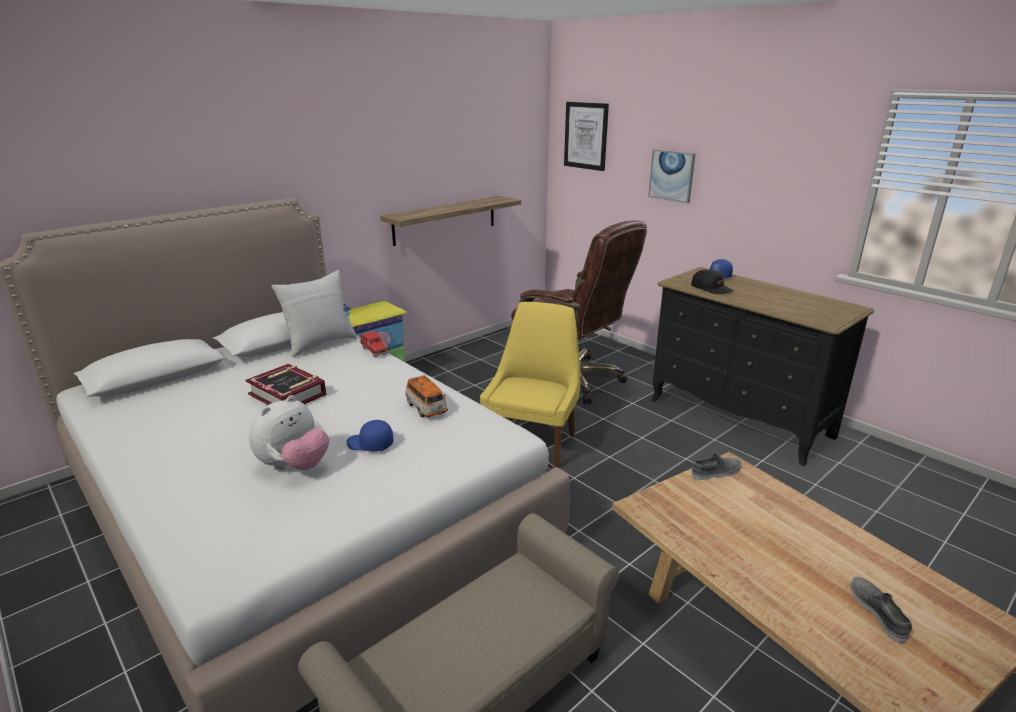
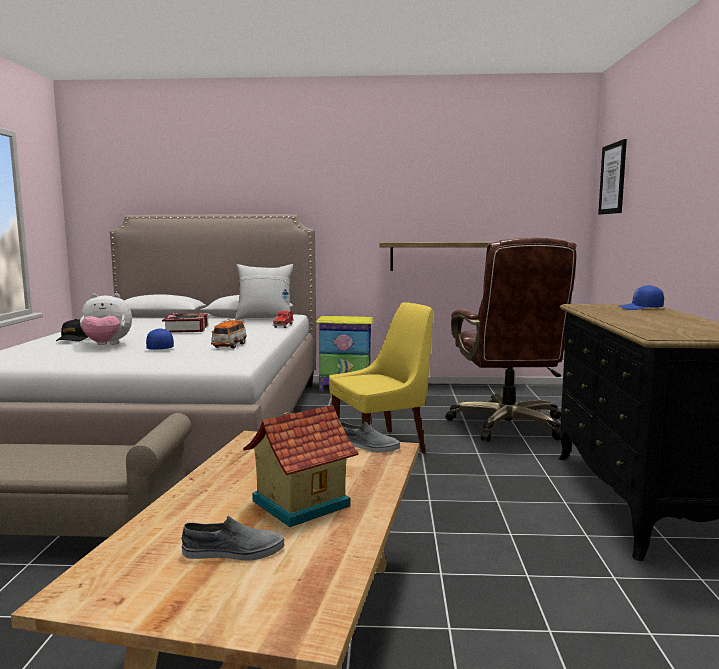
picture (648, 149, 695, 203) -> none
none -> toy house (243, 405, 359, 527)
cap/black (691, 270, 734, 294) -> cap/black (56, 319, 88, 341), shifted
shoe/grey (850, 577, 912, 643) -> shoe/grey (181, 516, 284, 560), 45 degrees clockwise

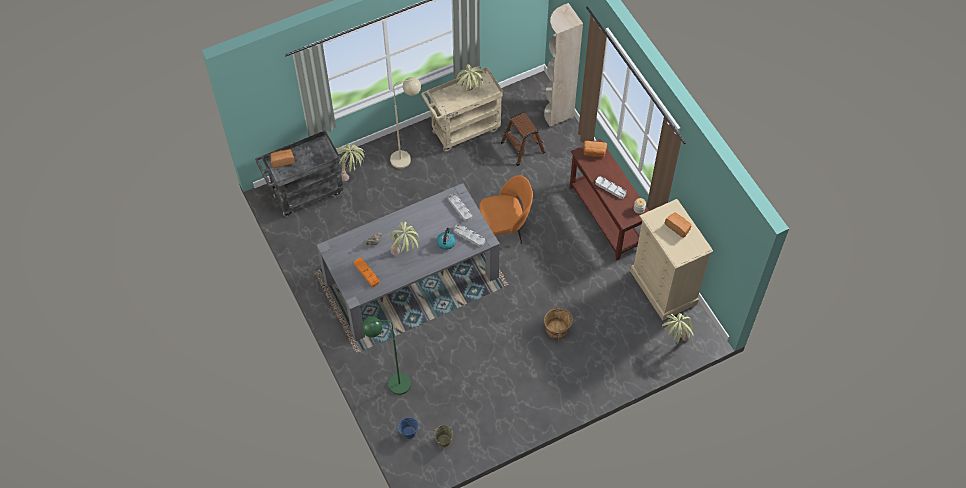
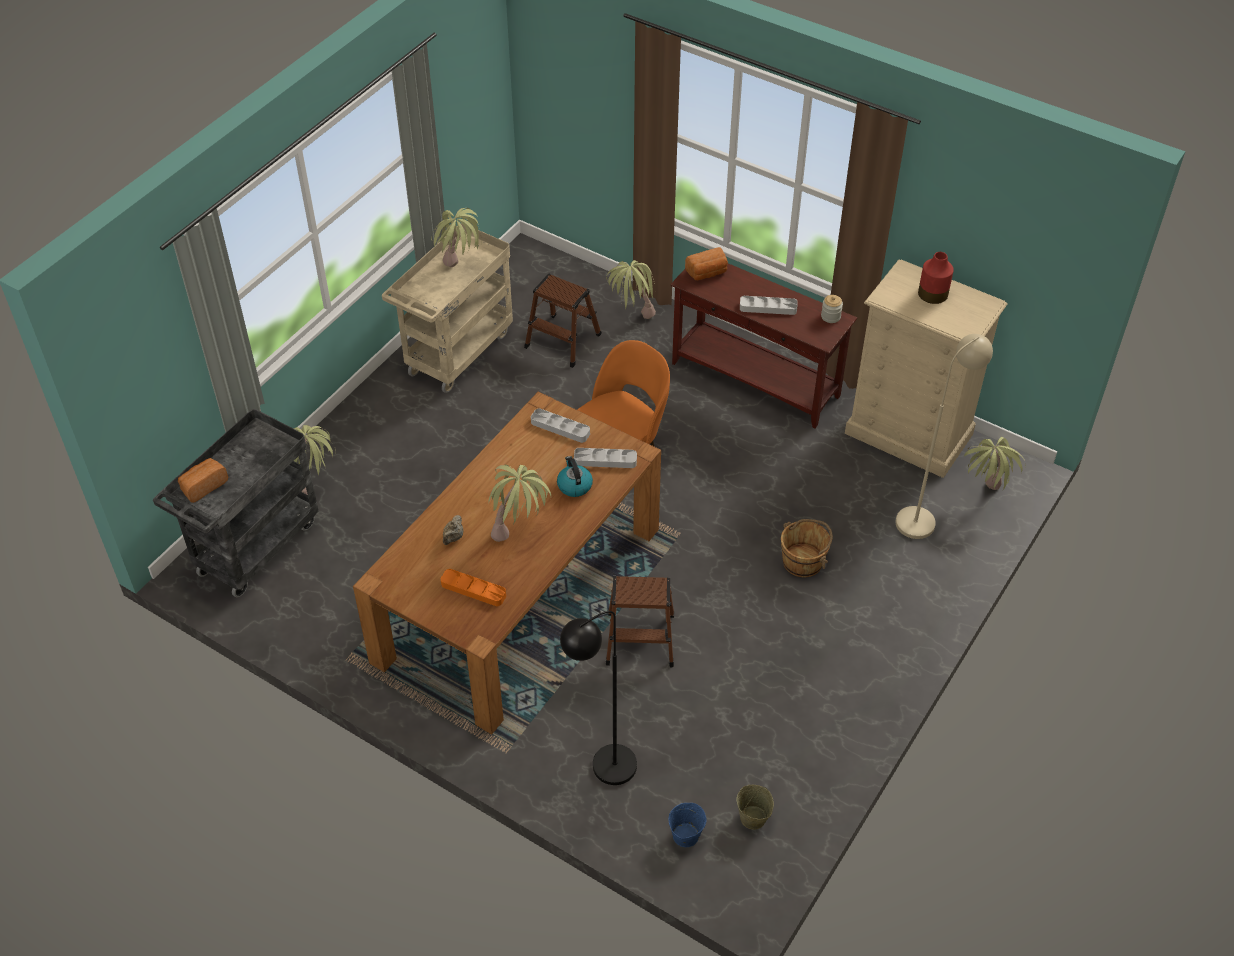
bookcase/beige (544, 3, 583, 127) -> none
none -> potted plant (606, 260, 656, 319)
none -> step ladder/brown (606, 576, 674, 667)
floor lamp/beige (390, 77, 421, 169) -> floor lamp/beige (895, 334, 993, 539), shifted
bread (665, 213, 691, 238) -> vase/red (918, 252, 954, 304)
dining table/grey (317, 183, 500, 341) -> dining table/brown (353, 391, 661, 734)
floor lamp/green (362, 317, 411, 395) -> floor lamp/black (560, 611, 637, 785)

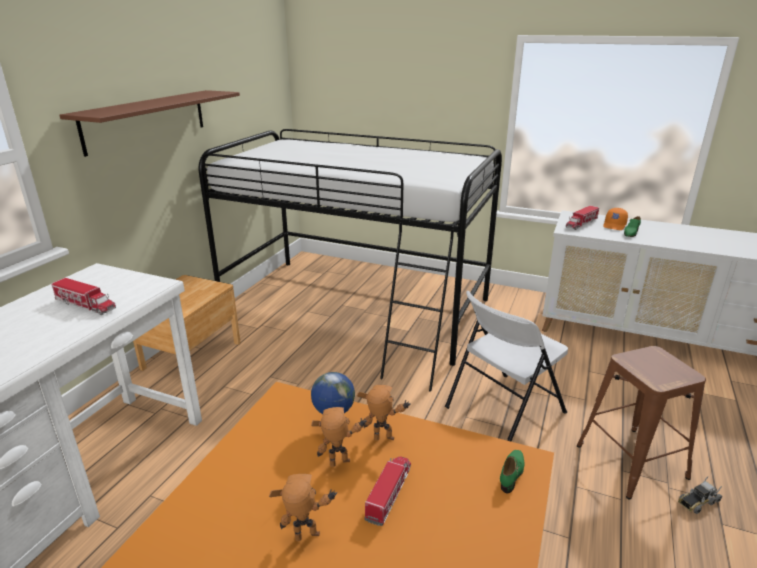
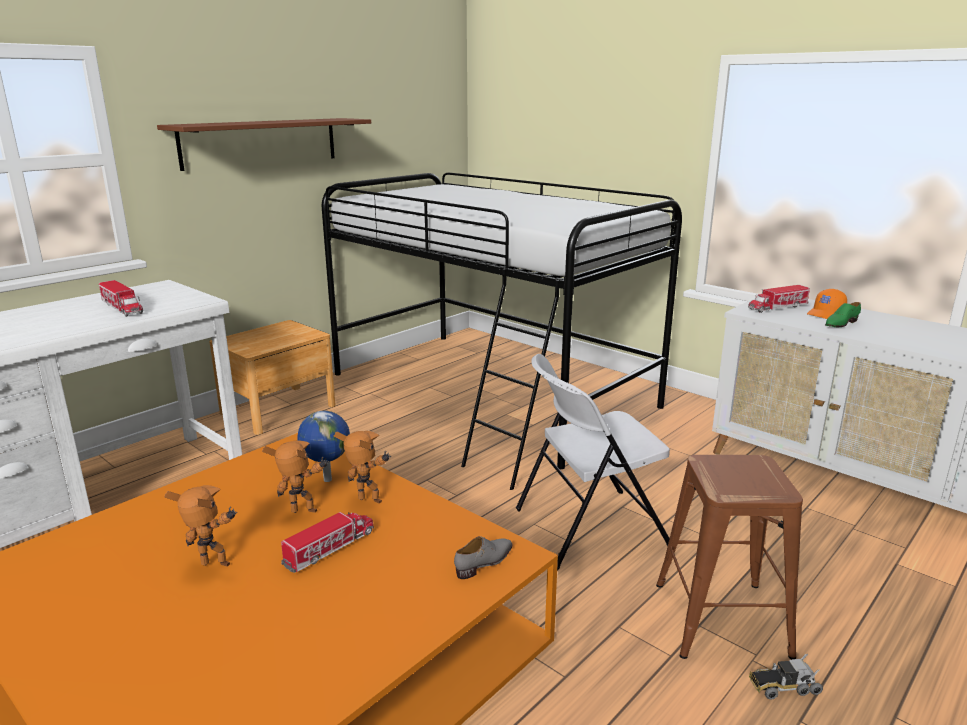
shoe/green (500, 450, 525, 494) -> shoe/grey (454, 536, 512, 579)

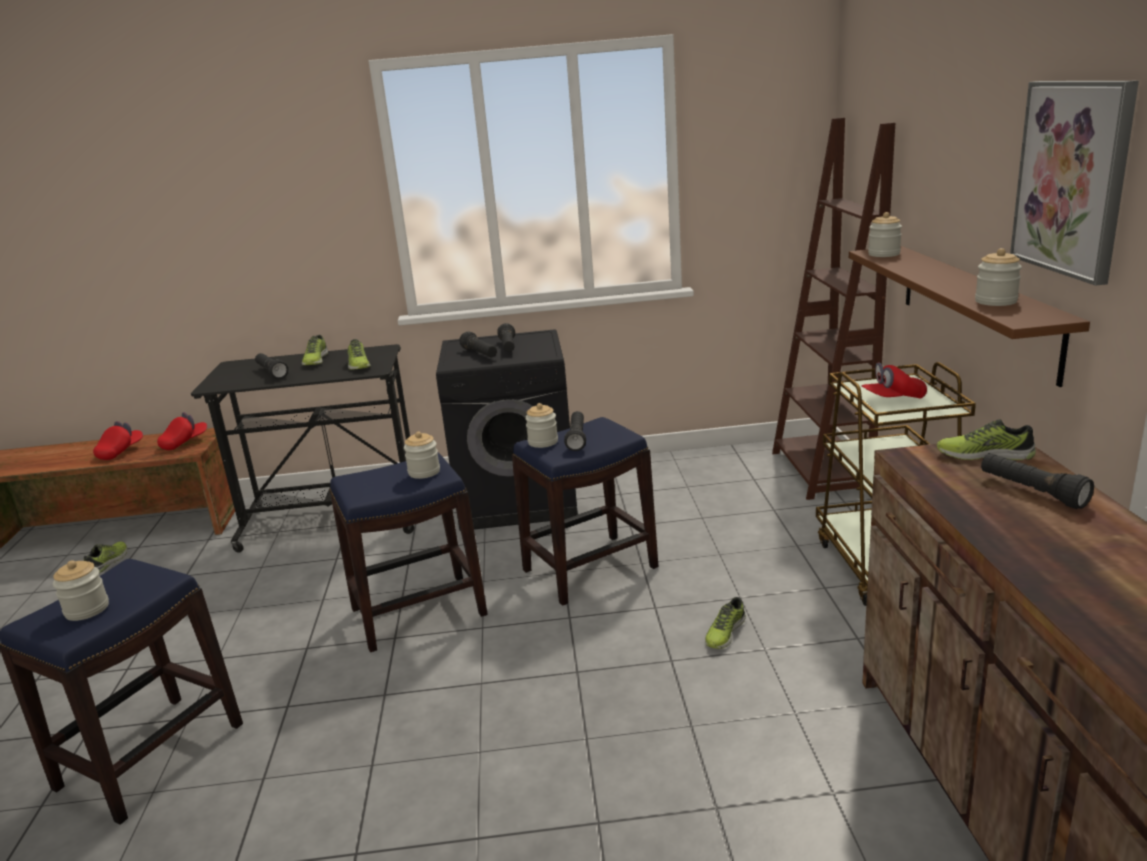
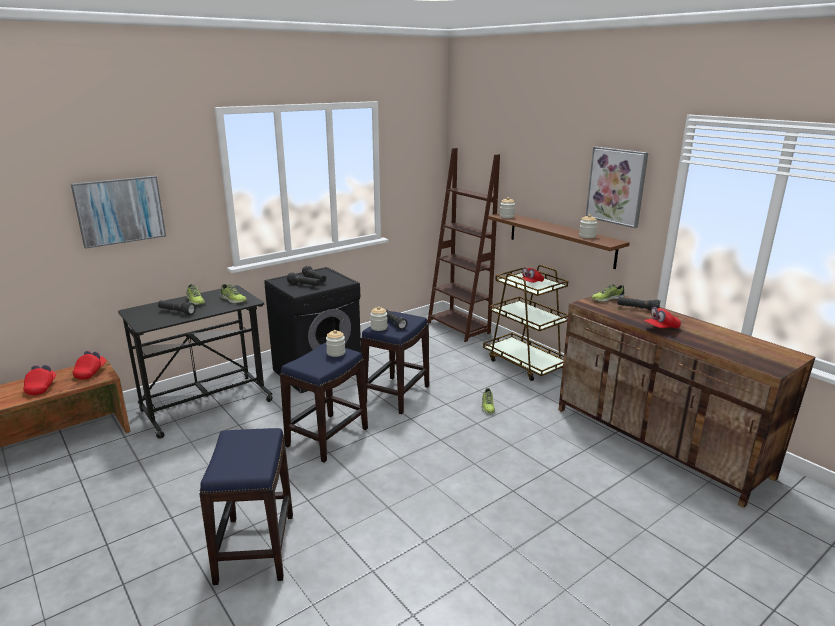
jar (53, 560, 109, 621) -> none
shoe (84, 542, 127, 573) -> none
none -> picture (71, 176, 166, 249)
none -> cap/red (644, 307, 681, 329)

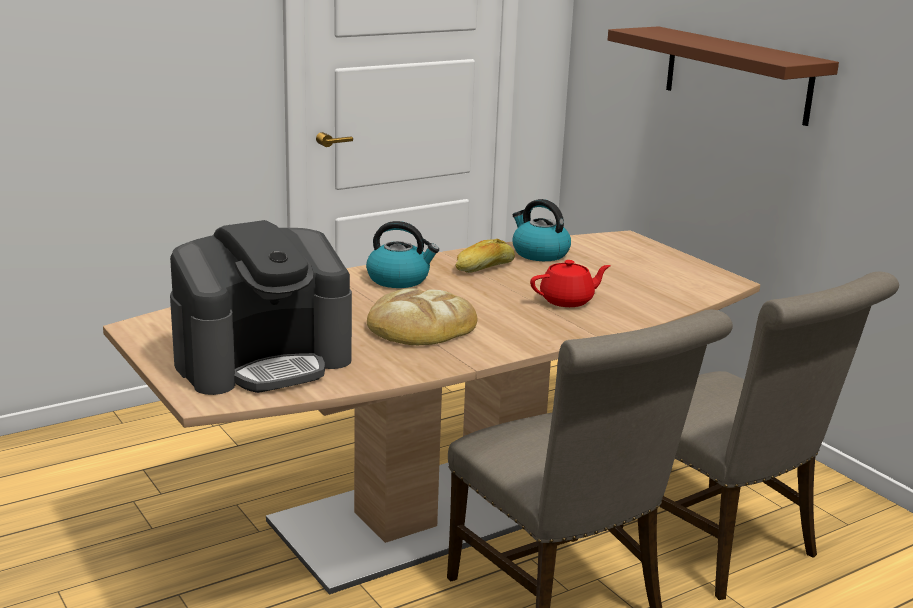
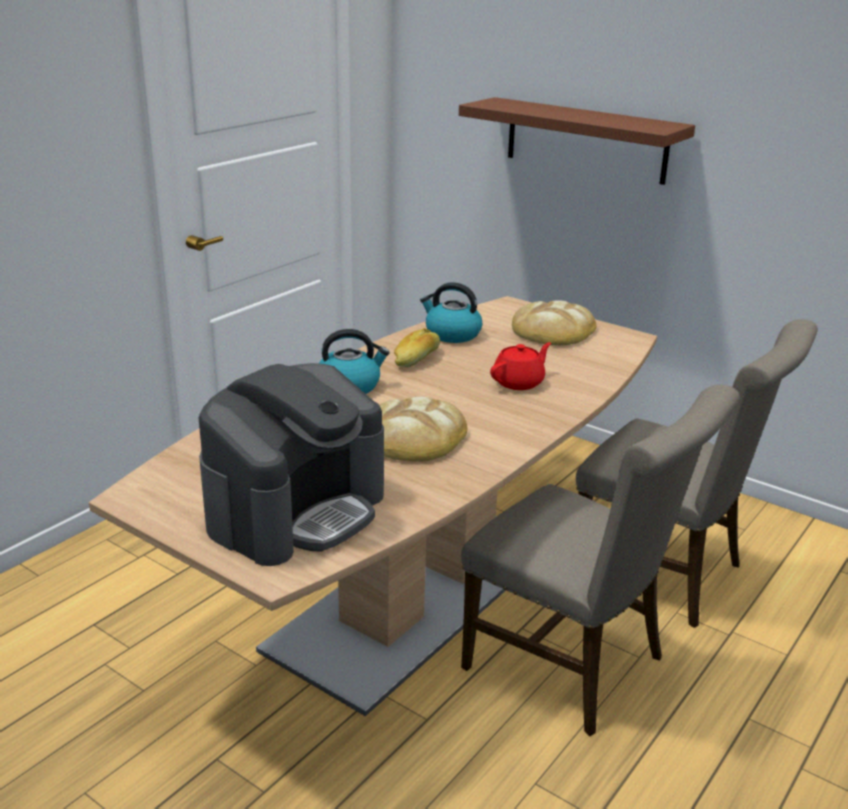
none -> bread (512, 300, 596, 345)

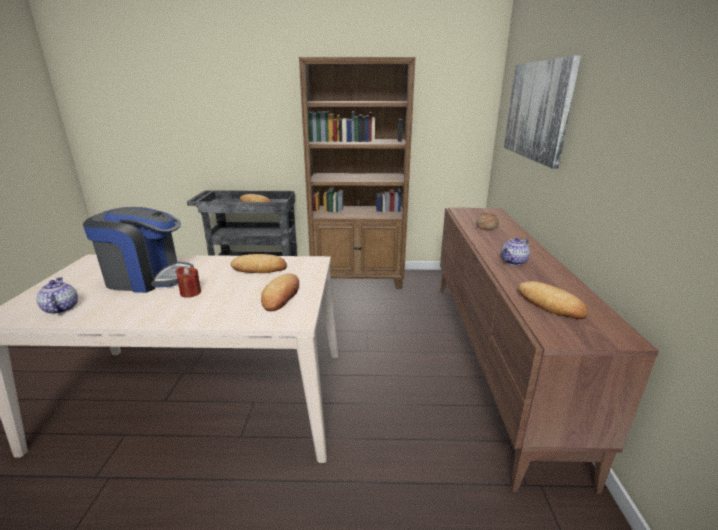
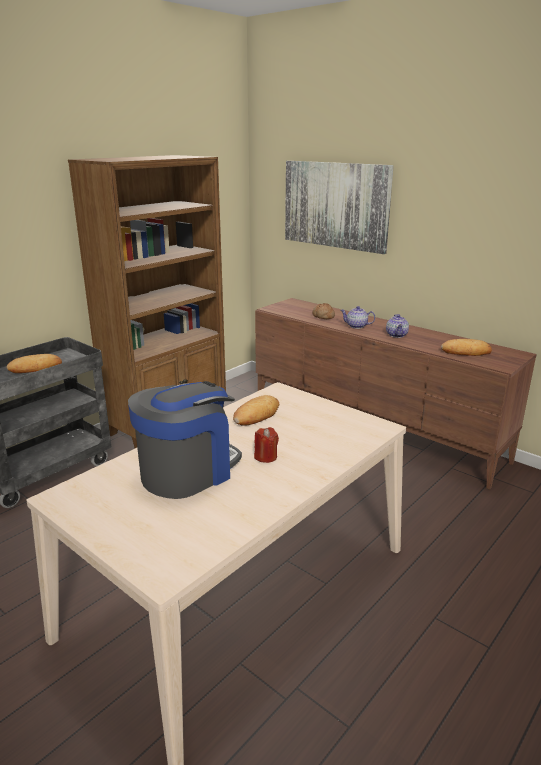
bread (261, 273, 299, 311) -> none
teapot (36, 277, 78, 314) -> teapot (340, 306, 375, 329), shifted

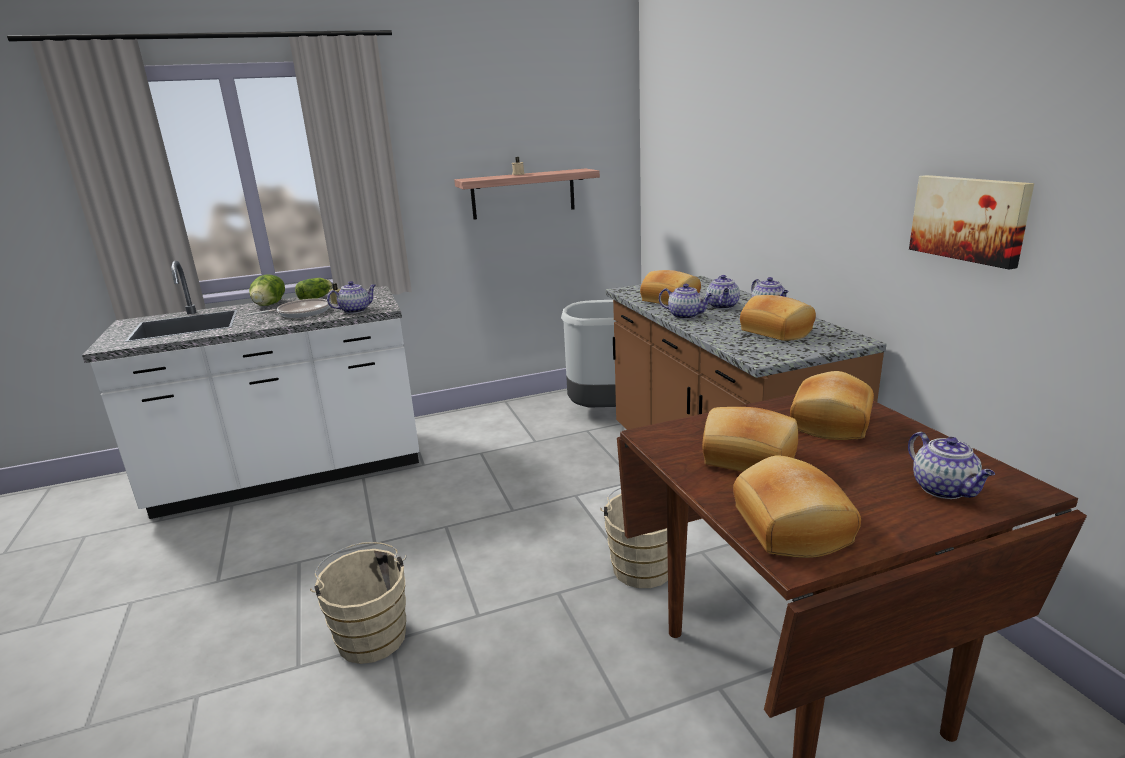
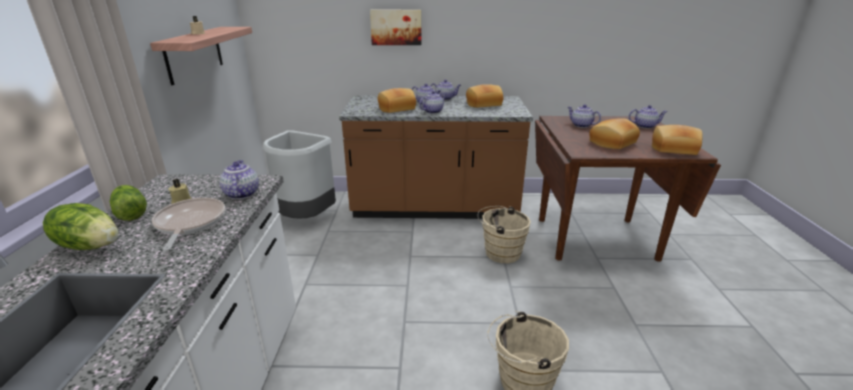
picture (909, 175, 1034, 269) -> picture (370, 10, 421, 45), shifted
bread (790, 371, 874, 440) -> teapot (568, 104, 601, 128)

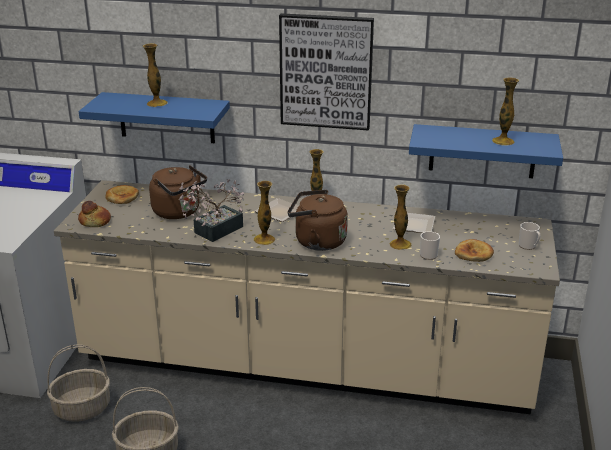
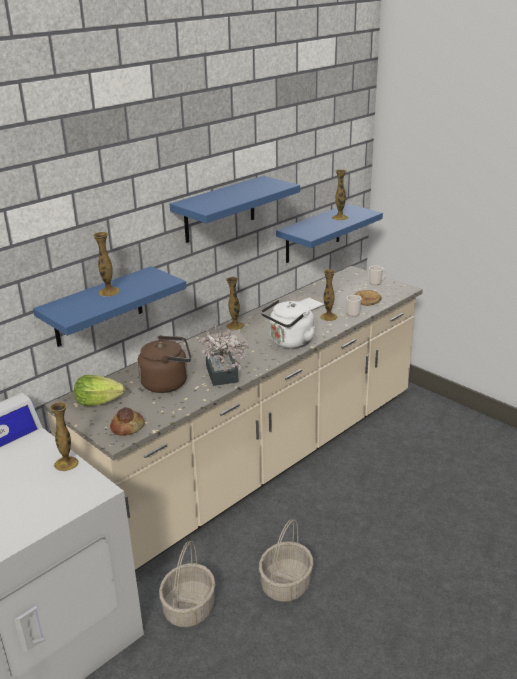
vase (253, 181, 275, 245) -> vase (50, 402, 79, 471), shifted
bread (105, 185, 139, 204) -> lettuce (74, 375, 125, 406)
picture (279, 13, 374, 130) -> shelf/blue (170, 176, 300, 243)
kettle/brown (288, 190, 348, 251) -> kettle/white (261, 299, 315, 349)

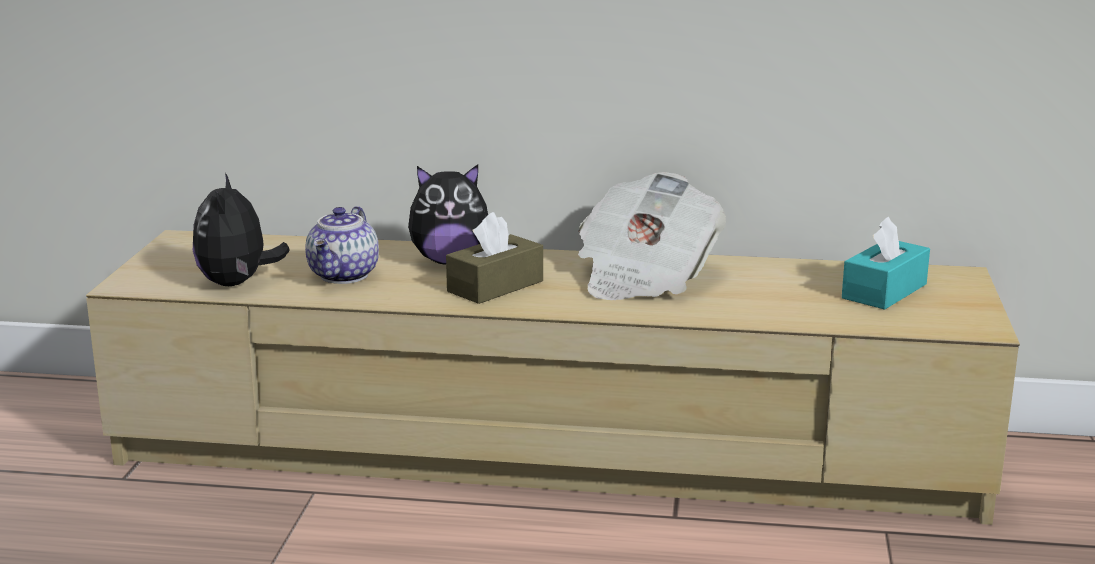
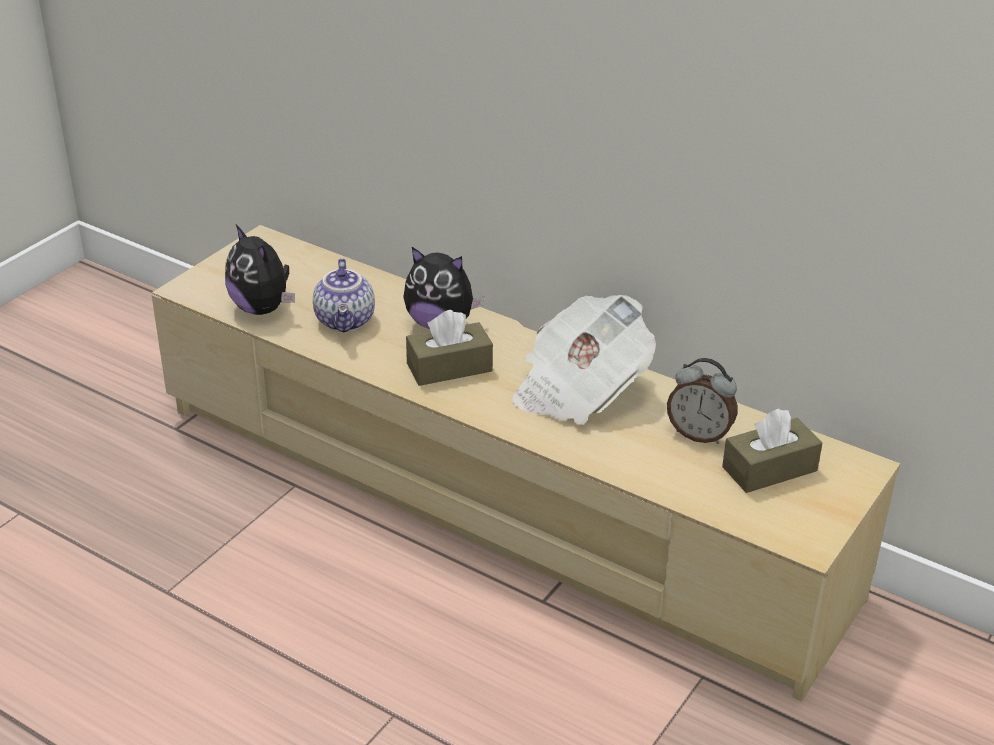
none -> alarm clock (667, 358, 737, 444)
tissue box/turquoise (842, 216, 930, 310) -> tissue box/brown (722, 409, 823, 493)
plush toy (193, 173, 290, 286) -> plush toy (225, 225, 295, 315), 60 degrees counterclockwise
teapot (305, 206, 379, 284) -> teapot (313, 258, 375, 332), 45 degrees counterclockwise

